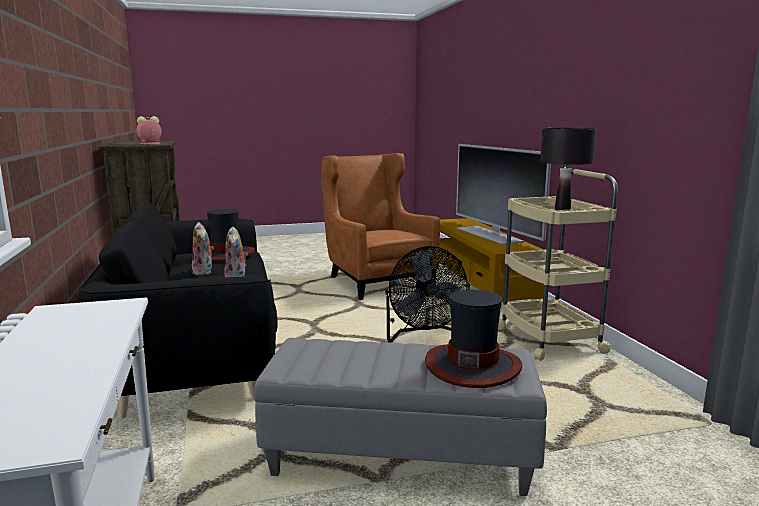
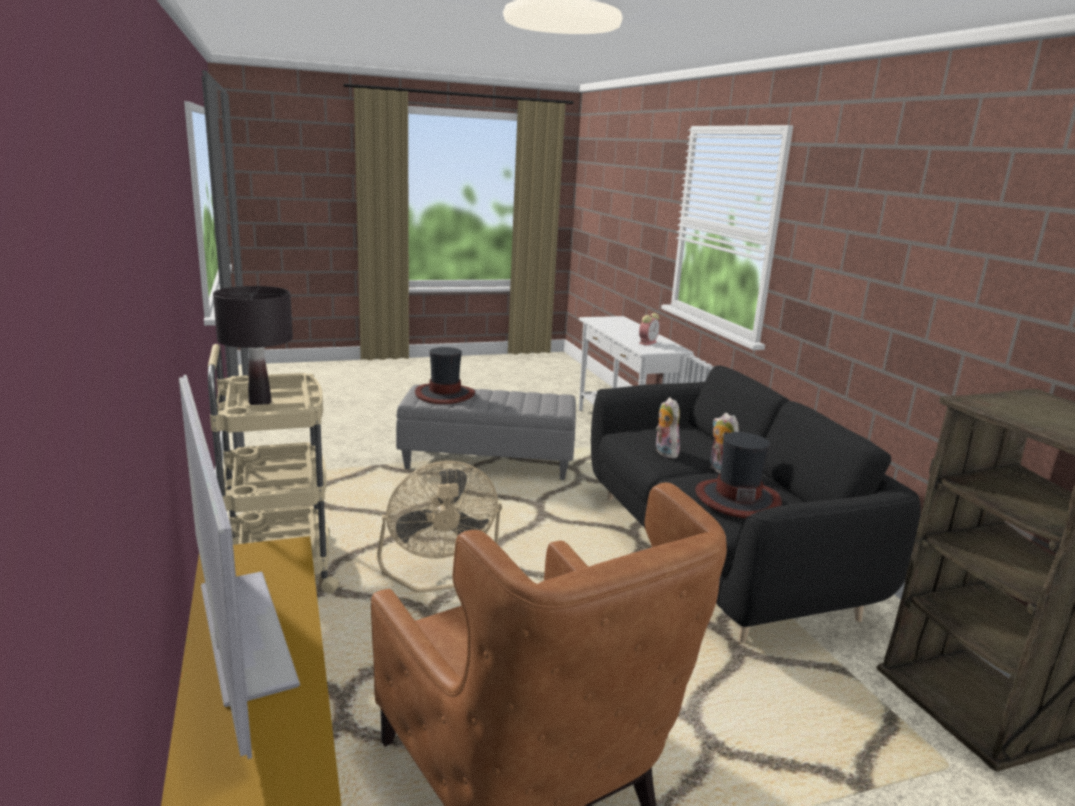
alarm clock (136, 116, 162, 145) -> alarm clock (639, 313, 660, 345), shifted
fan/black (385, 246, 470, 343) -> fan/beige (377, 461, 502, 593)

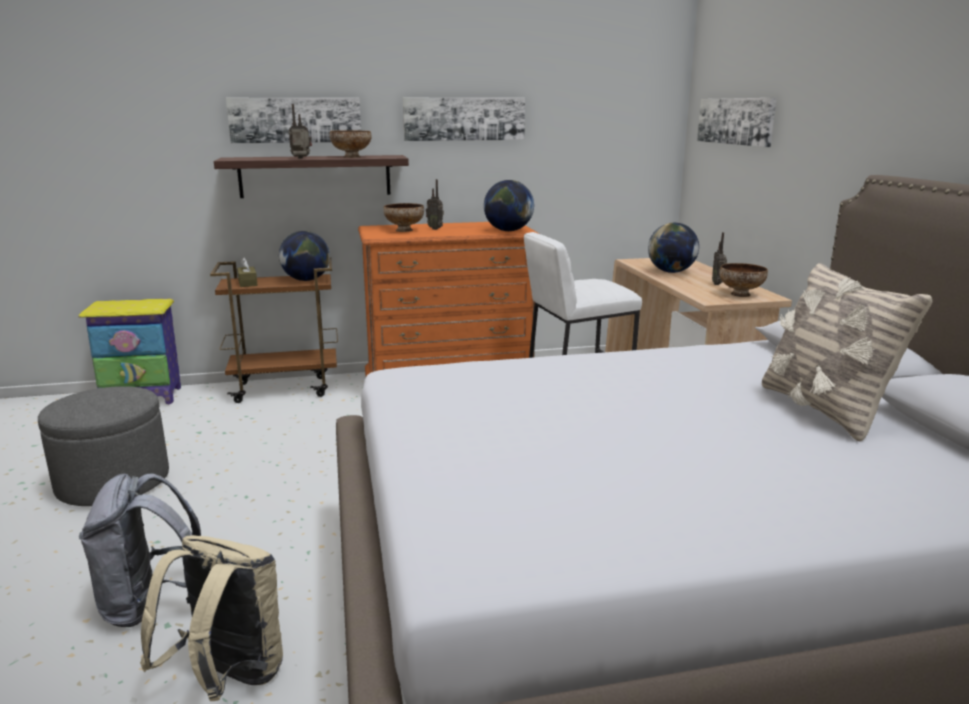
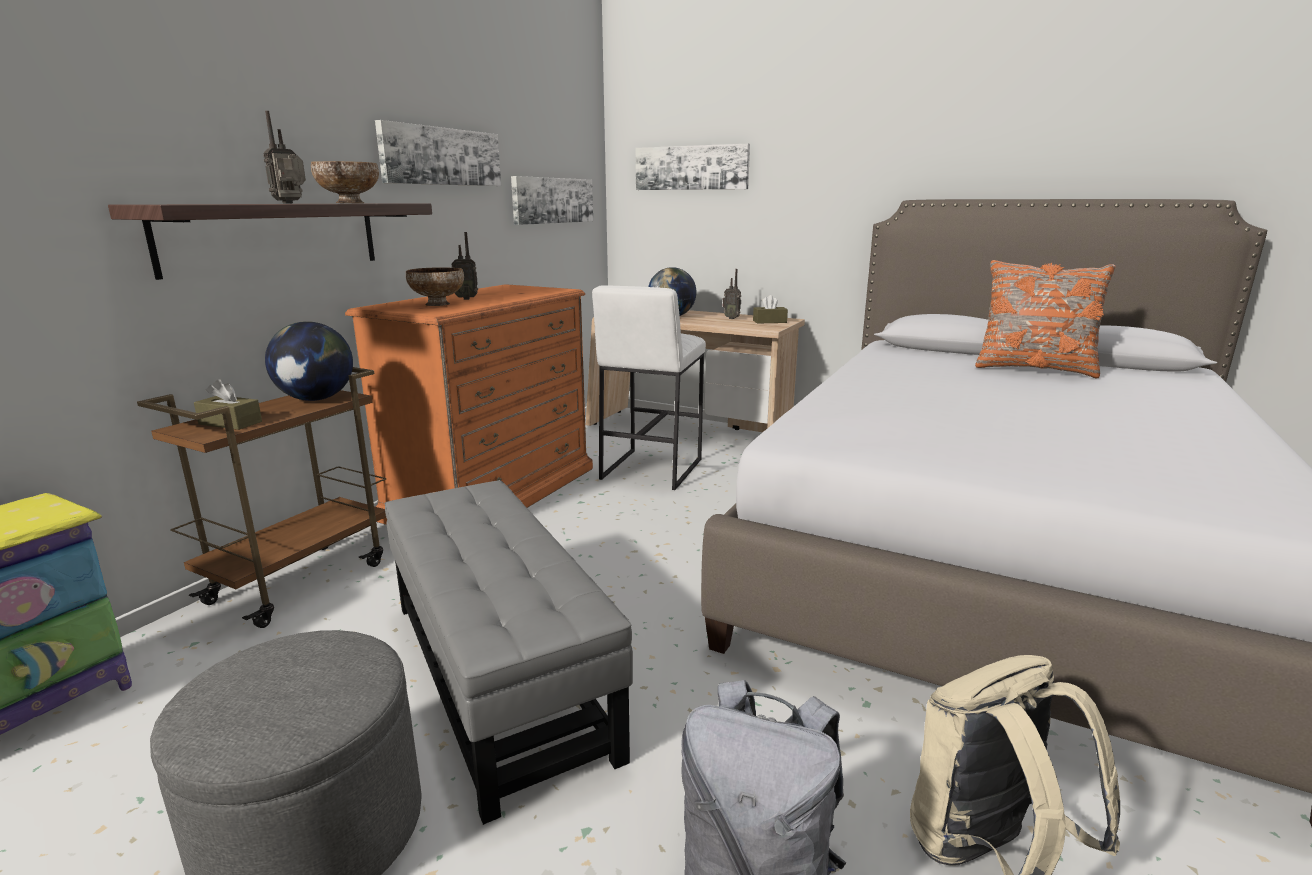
globe (484, 180, 534, 231) -> none
none -> ottoman/grey (385, 480, 633, 825)
picture (226, 98, 361, 143) -> picture (511, 176, 593, 225), shifted
bowl (719, 263, 768, 297) -> tissue box/brown (753, 295, 788, 323)
pillow/beige (762, 263, 932, 441) -> pillow/orange (975, 260, 1115, 378)

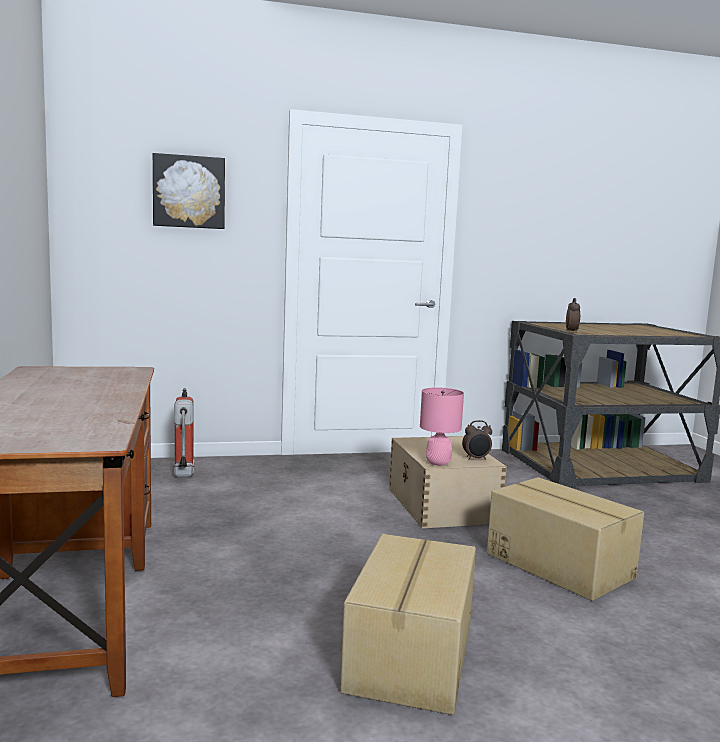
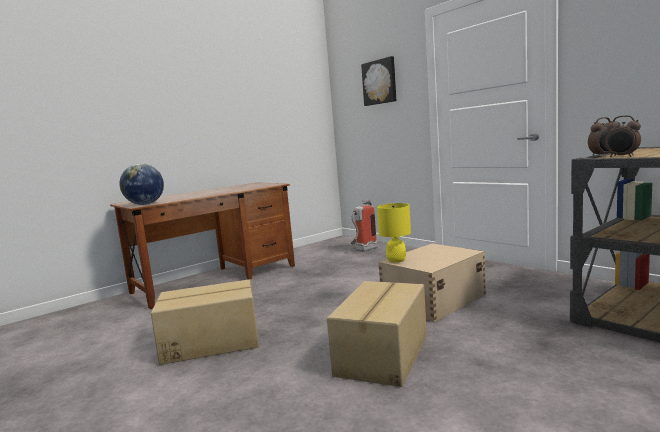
none -> globe (119, 163, 164, 205)
alarm clock (462, 420, 492, 460) -> alarm clock (605, 116, 641, 157), shifted
table lamp/pink (420, 388, 464, 466) -> table lamp/yellow (377, 203, 411, 262)

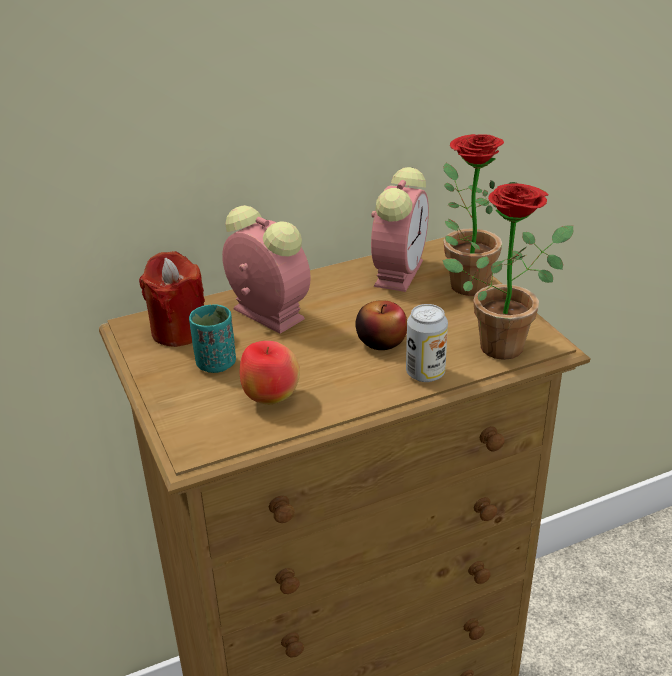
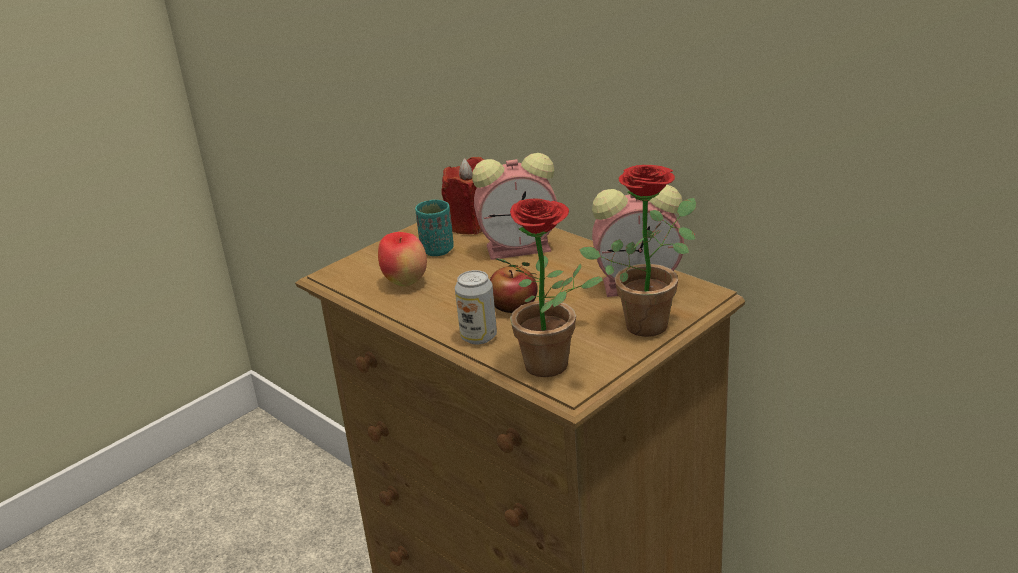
alarm clock (222, 205, 311, 334) -> alarm clock (472, 153, 557, 260), 60 degrees clockwise

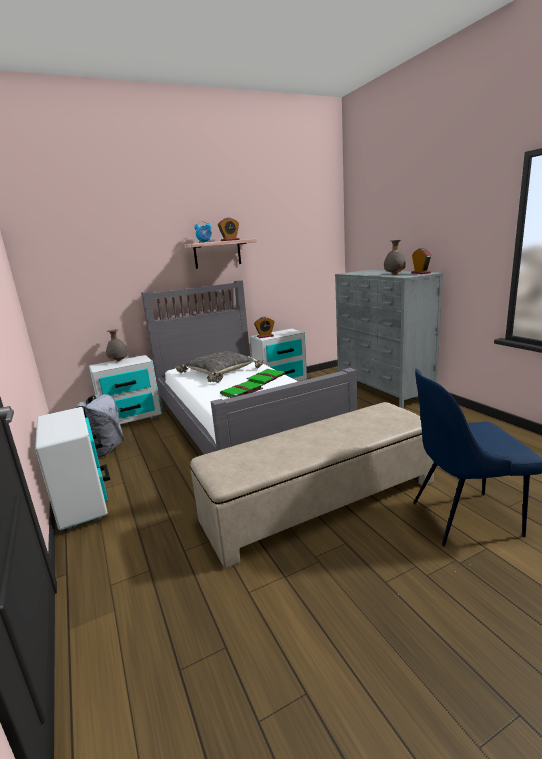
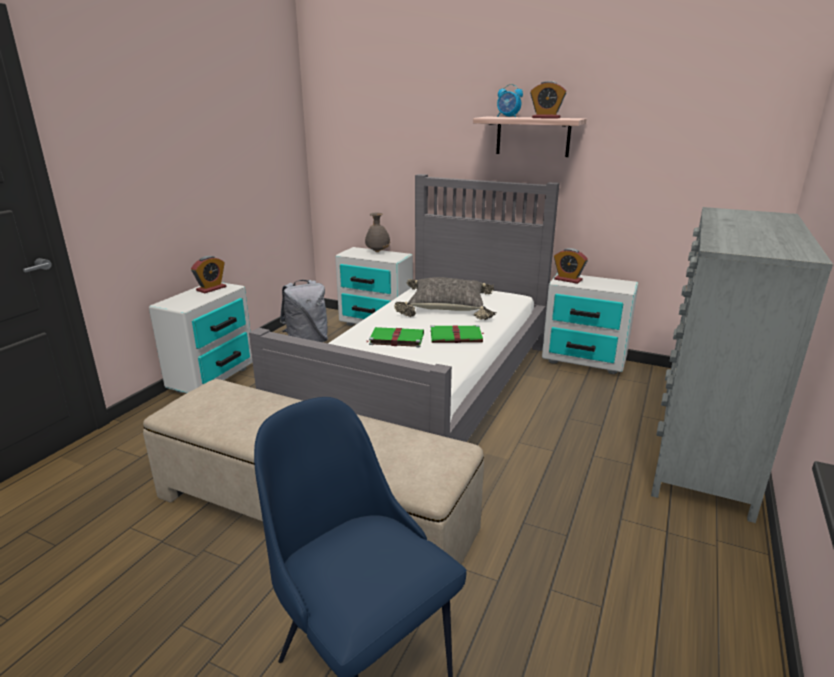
vase/grey (384, 240, 406, 274) -> none
alarm clock (411, 248, 431, 274) -> alarm clock (191, 256, 226, 293), shifted

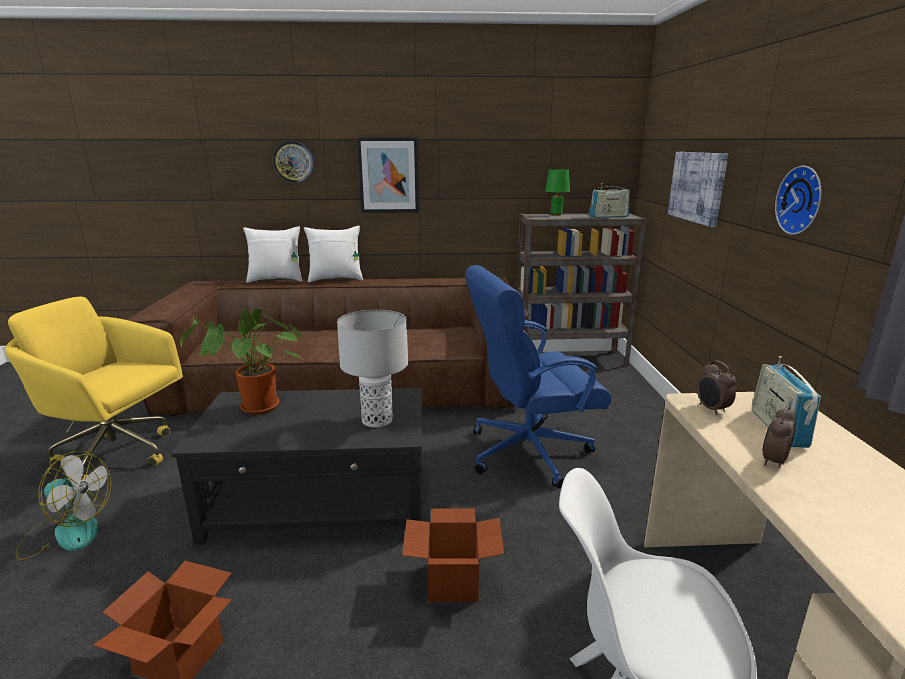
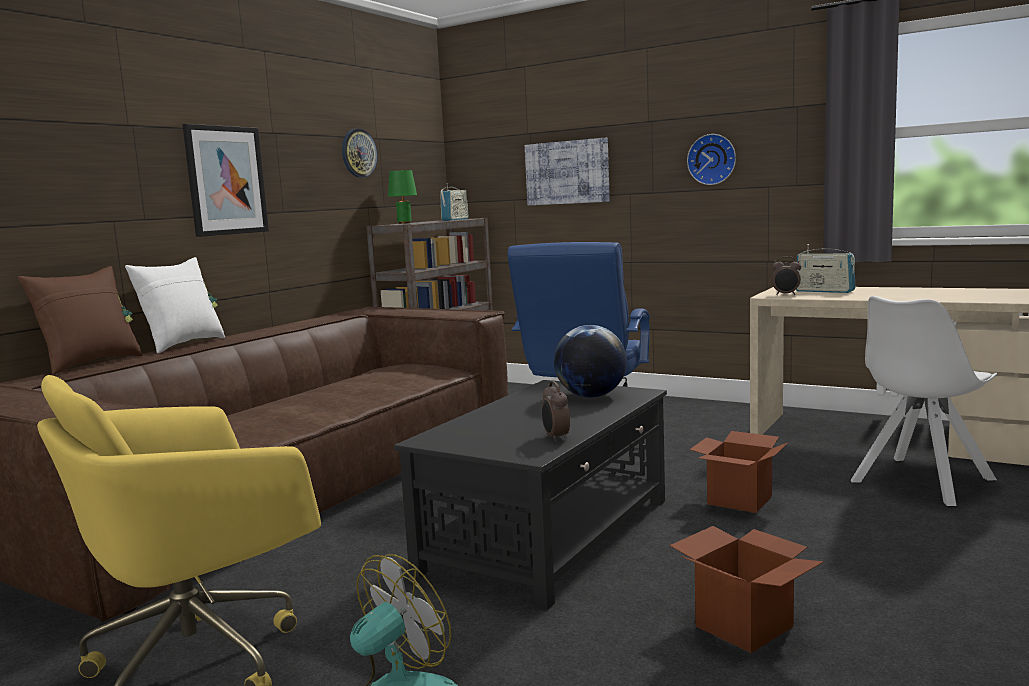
potted plant (180, 309, 303, 414) -> none
wall clock (273, 141, 314, 183) -> wall clock (342, 128, 377, 178), shifted
alarm clock (763, 405, 796, 468) -> alarm clock (541, 381, 570, 442), shifted
table lamp/white (337, 310, 408, 427) -> globe (554, 325, 627, 397)
pillow/white (243, 226, 303, 283) -> pillow/brown (18, 266, 143, 375)

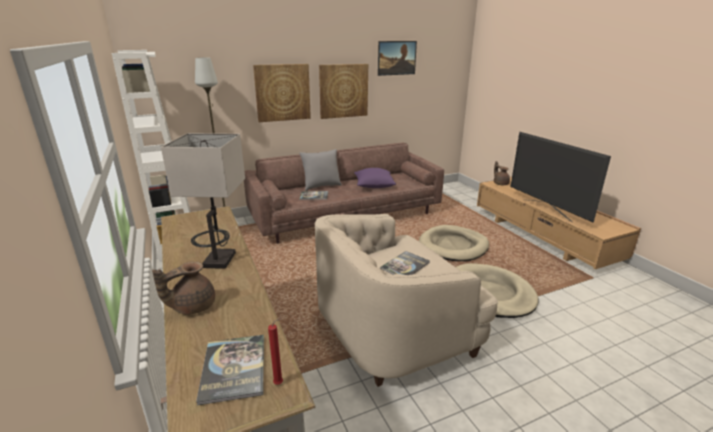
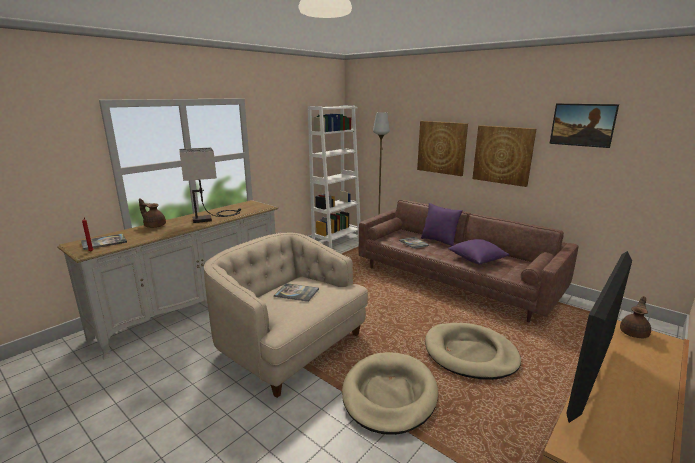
pillow/grey (299, 149, 342, 191) -> pillow/purple (421, 203, 463, 246)

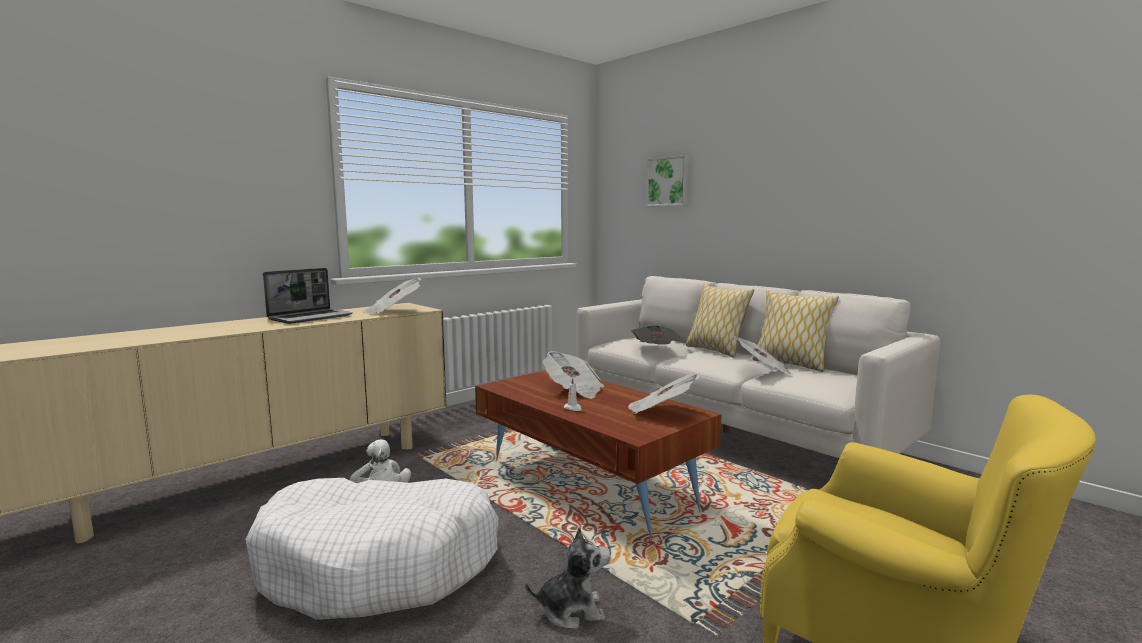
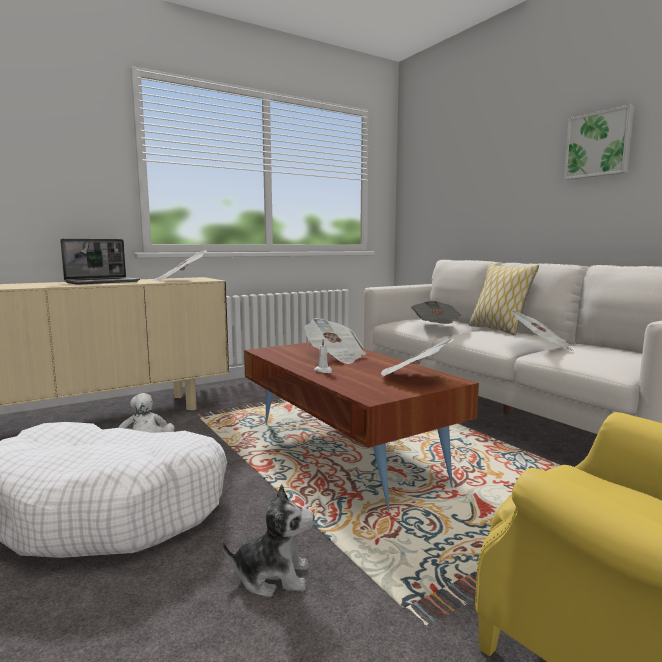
pillow (753, 290, 839, 372) -> none
picture (646, 155, 689, 206) -> picture (564, 104, 634, 180), shifted

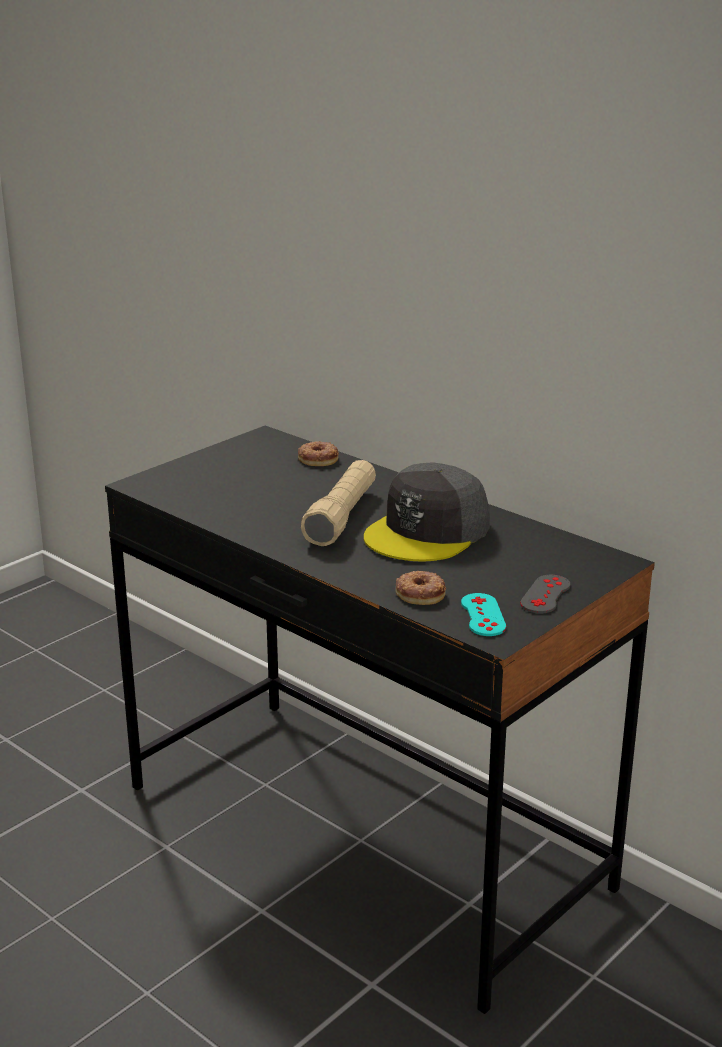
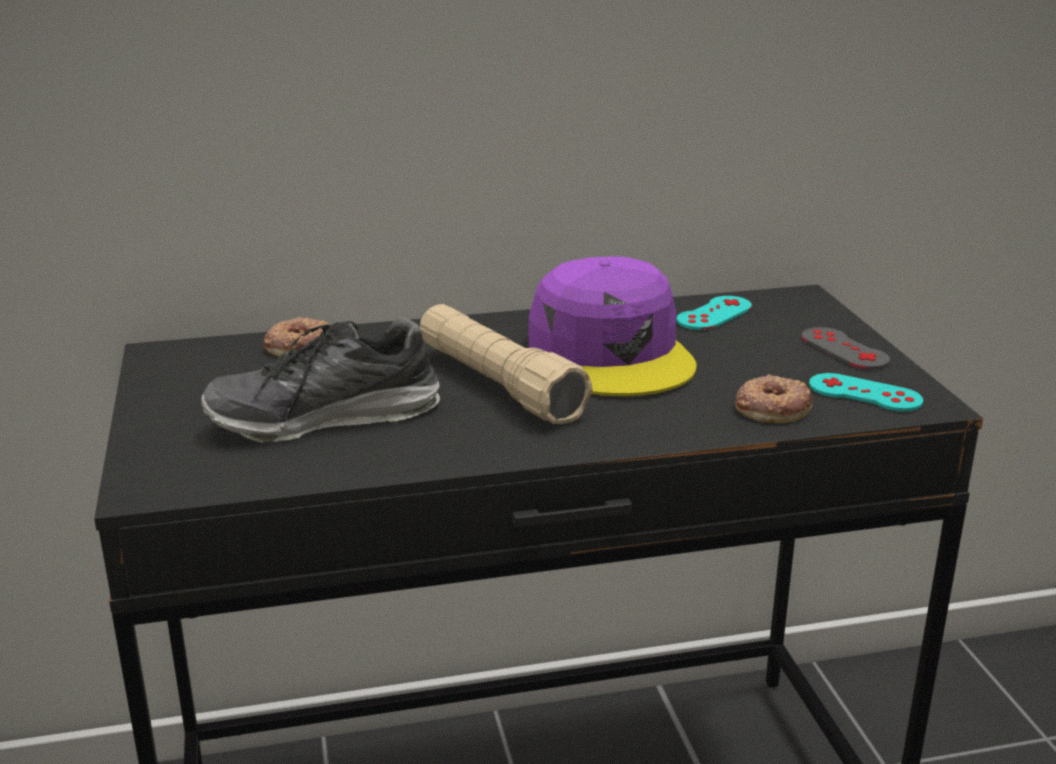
none -> shoe (201, 317, 440, 443)
none -> game controller/turquoise (677, 296, 752, 330)
cap/grey (364, 462, 490, 562) -> cap/purple (528, 257, 697, 396)

